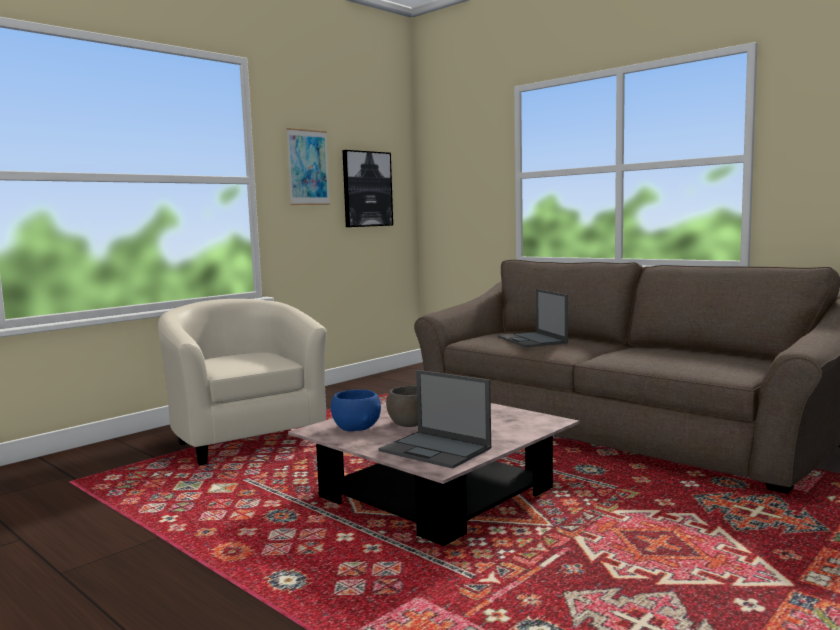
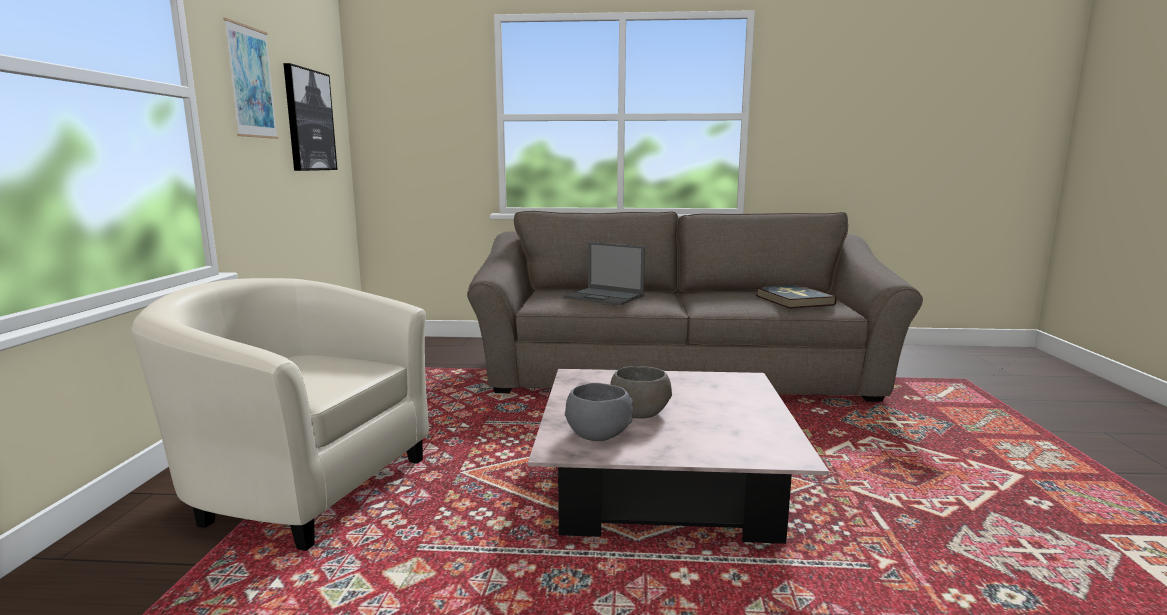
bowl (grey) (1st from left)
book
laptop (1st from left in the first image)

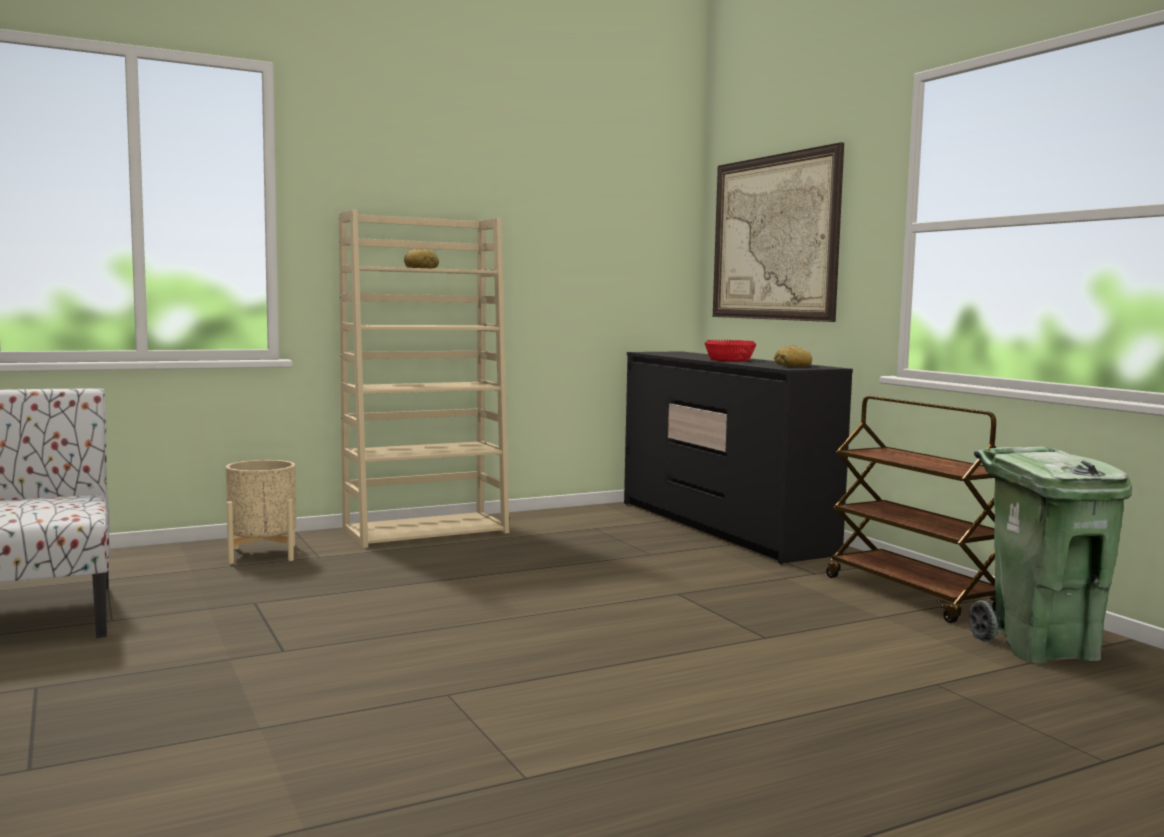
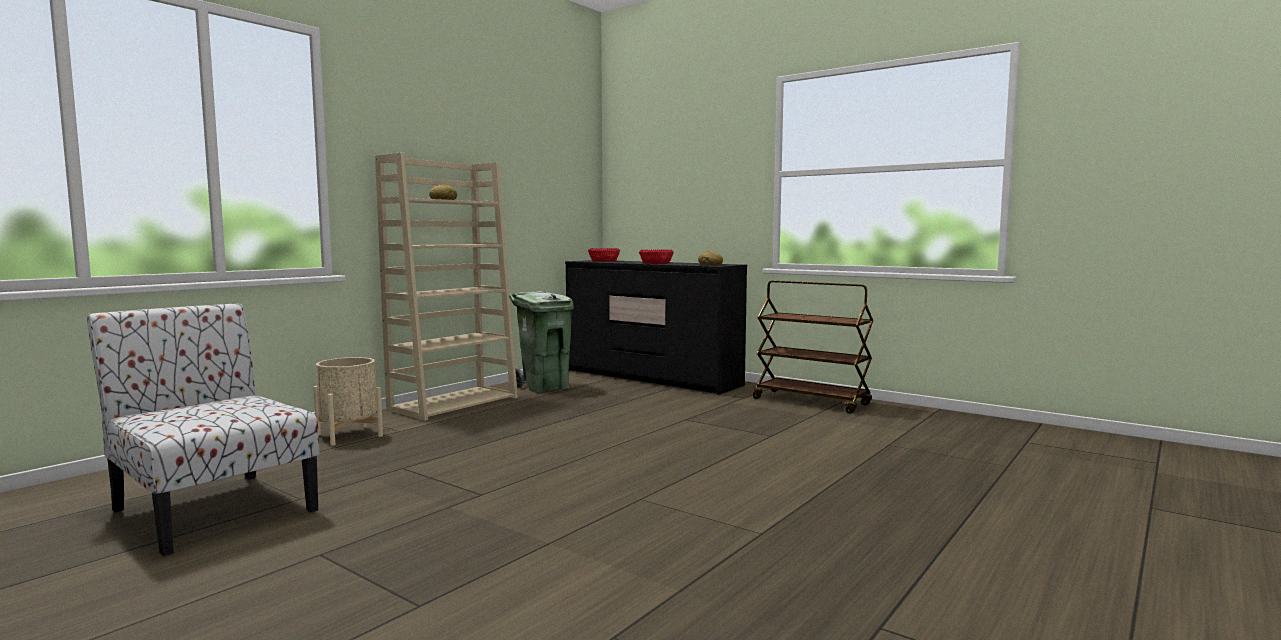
trash can (green)
bowl (red) (1st from left)
picture

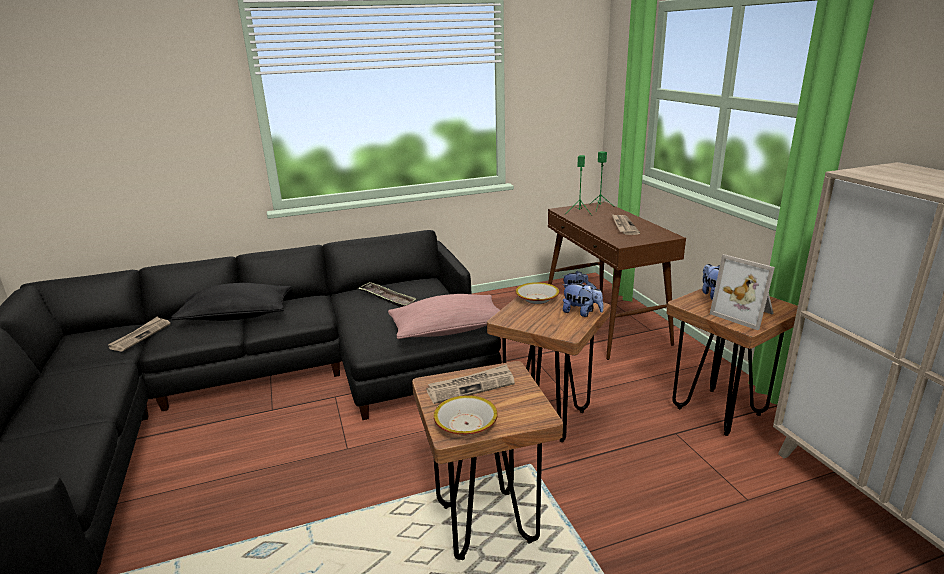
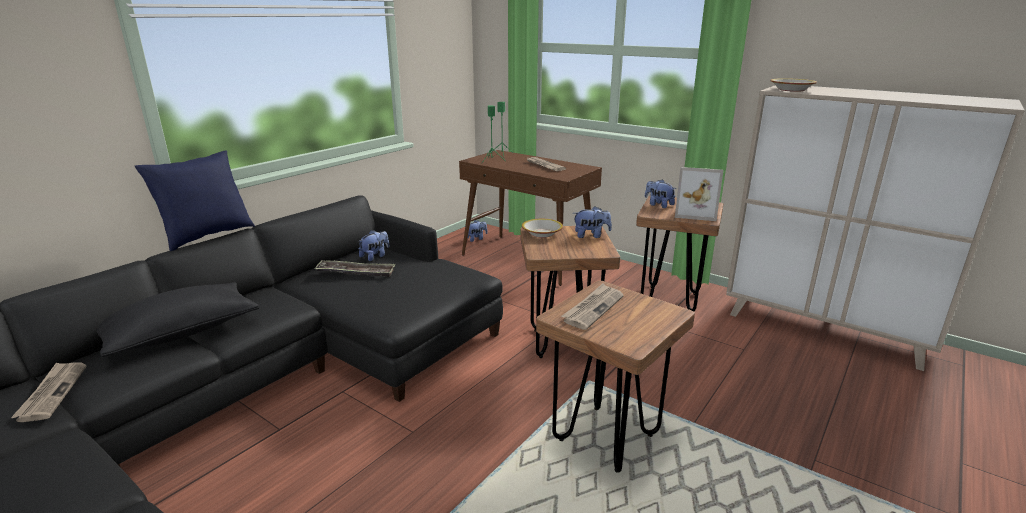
pillow (blue)
plush toy (1st from left)
bowl (2nd from left)
pillow (pink)

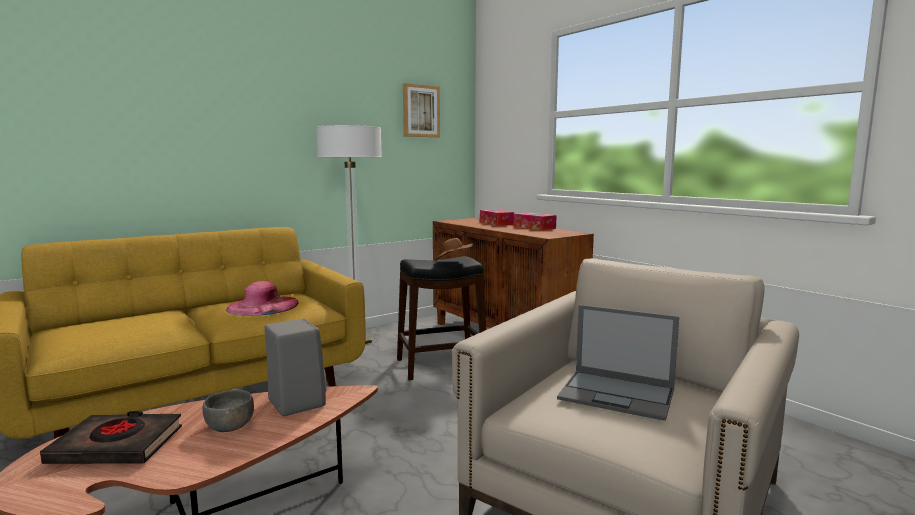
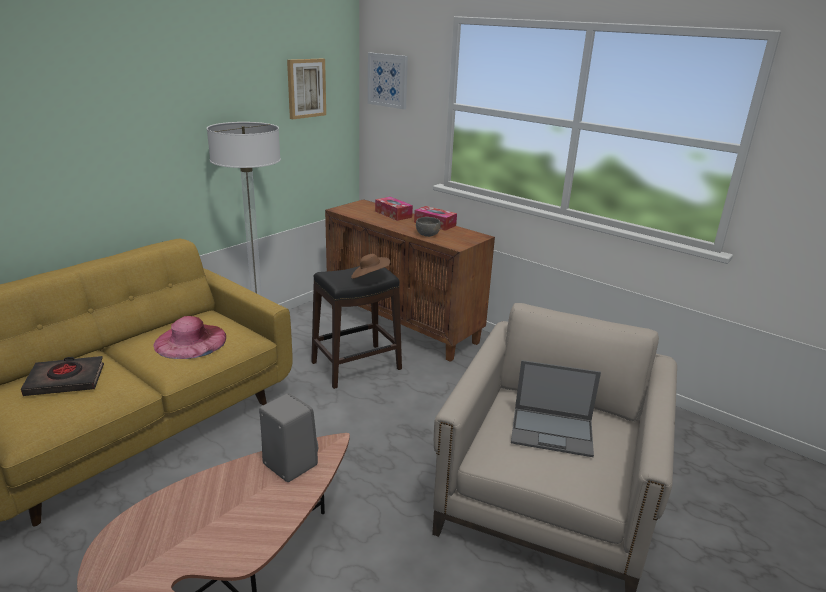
book (black)
picture (2nd from left)
bowl (grey)

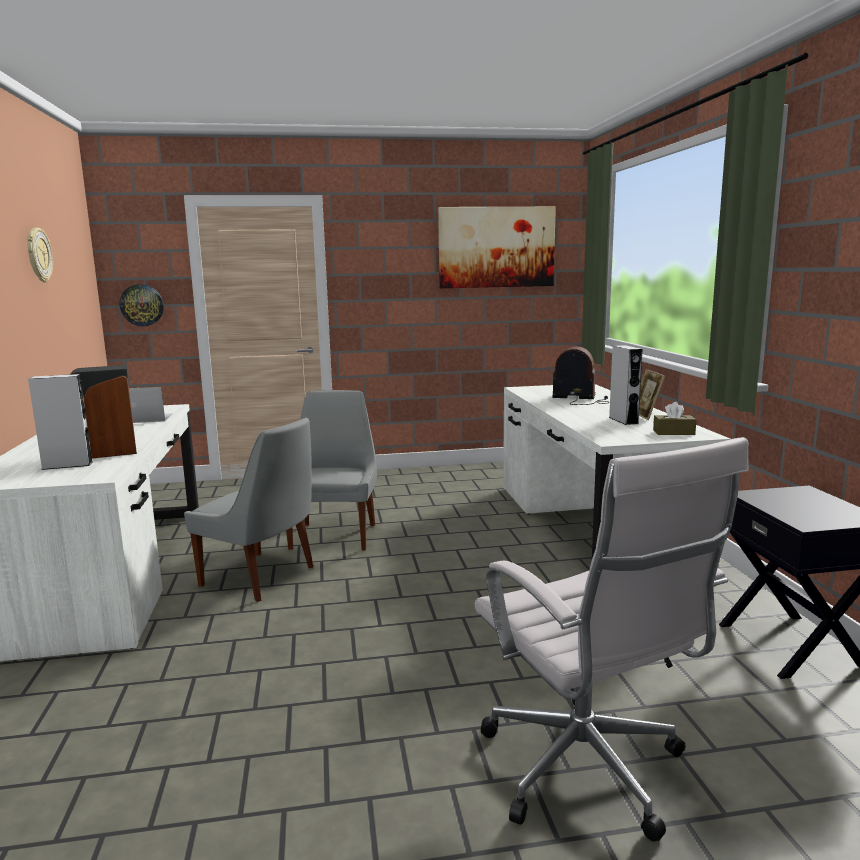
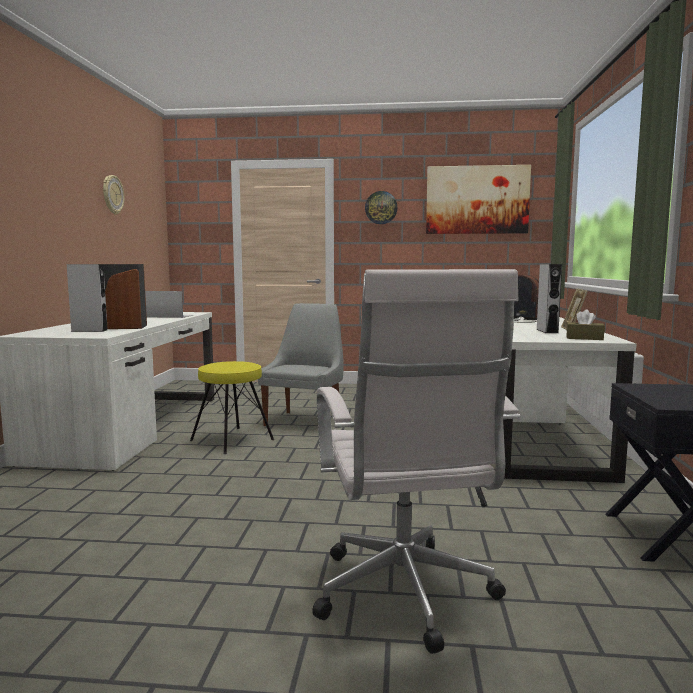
stool (yellow)
wall clock (2nd from left)

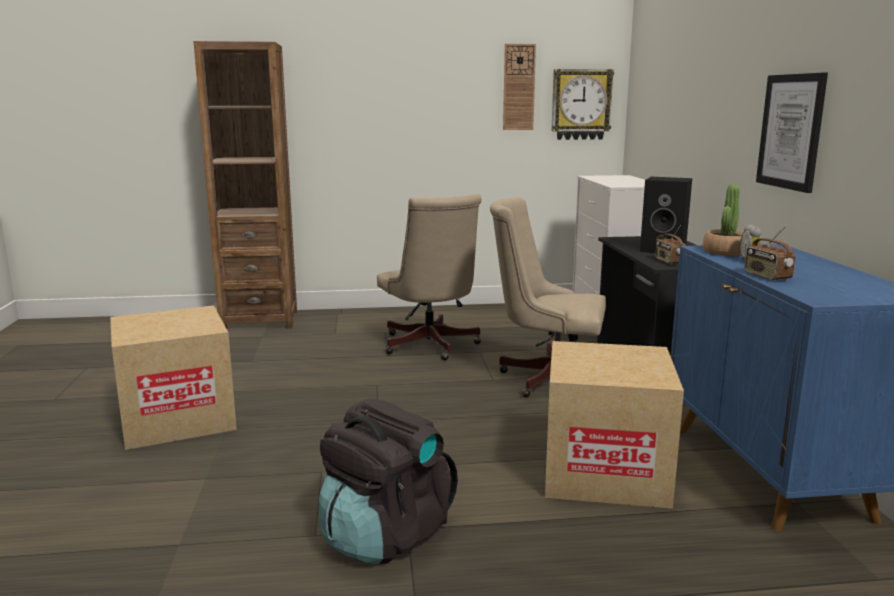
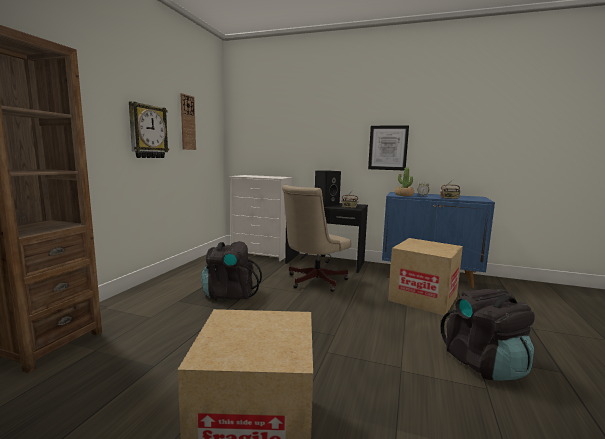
wall clock (1st from left)
backpack (black) (1st from left)

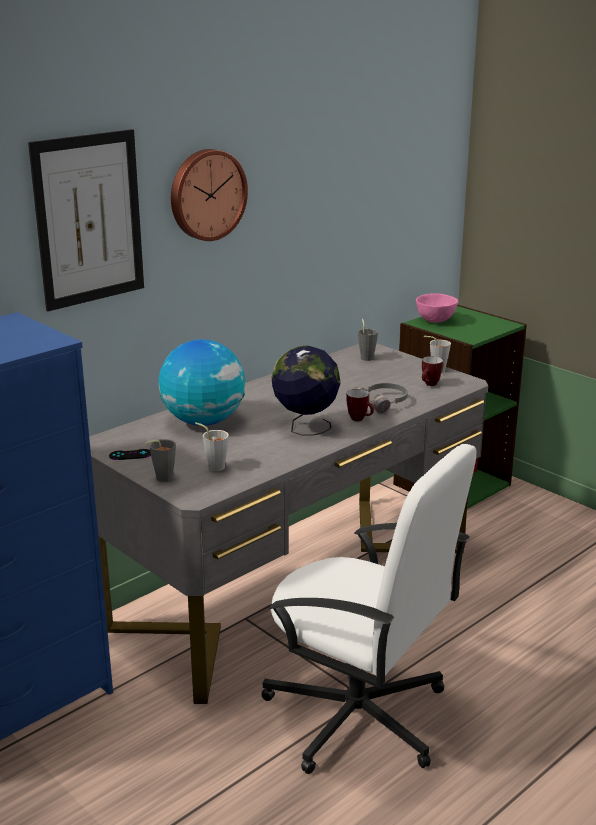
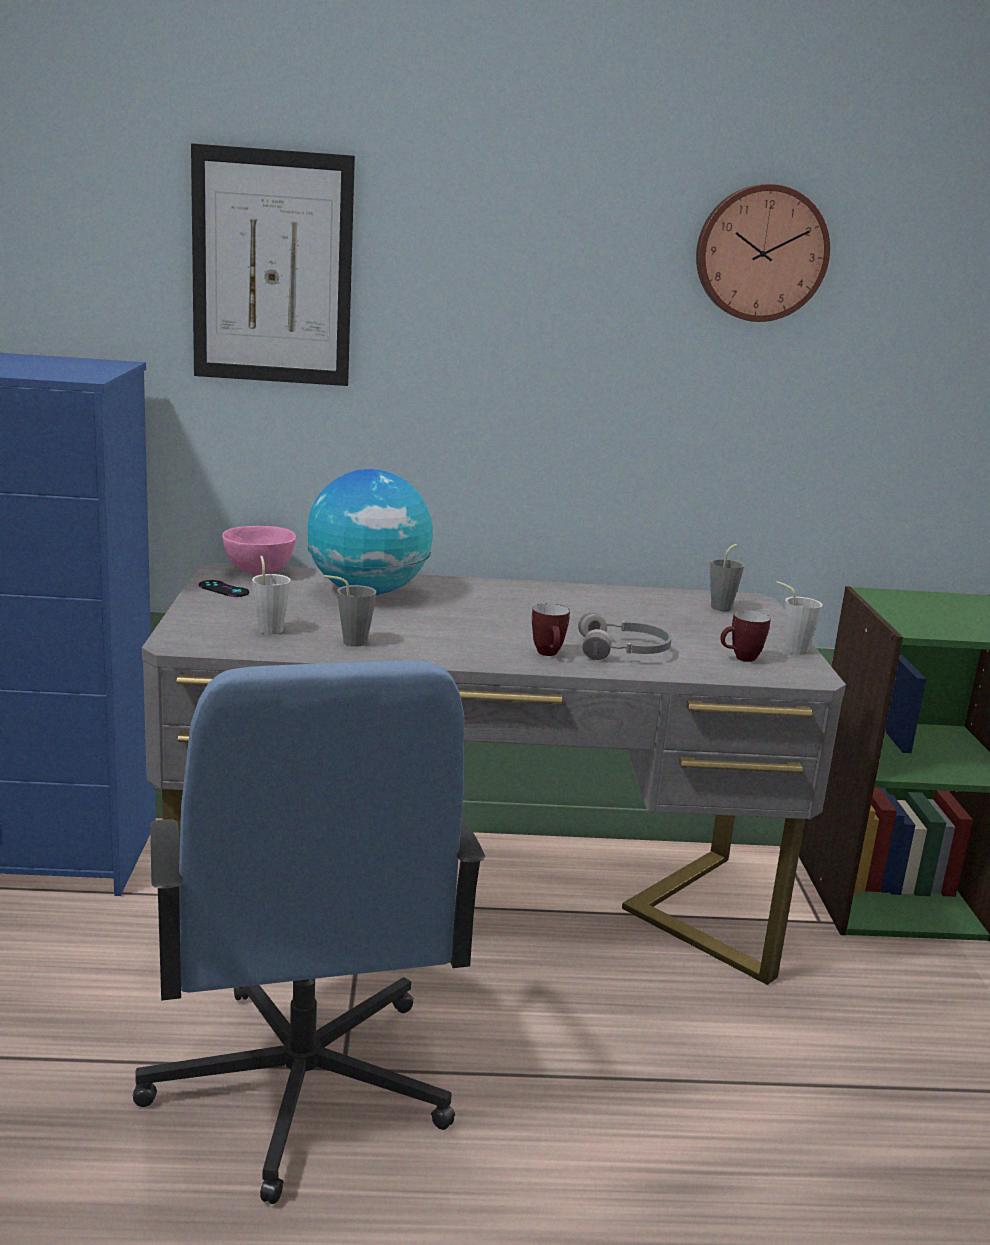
office chair (blue)
bowl (pink)
cup (grey) (2nd from left)
wall clock
globe (2nd from left in the first image)

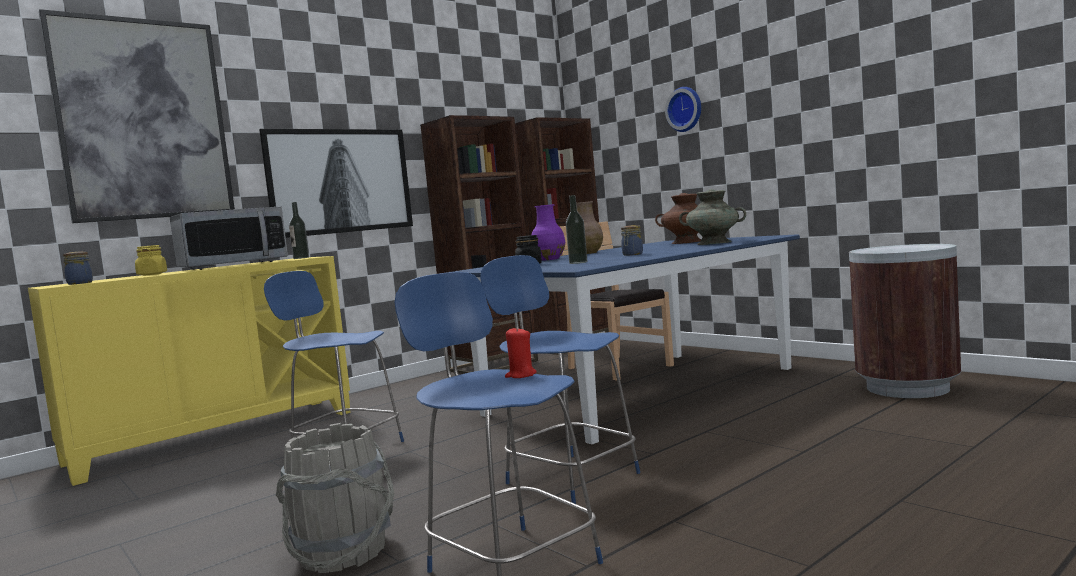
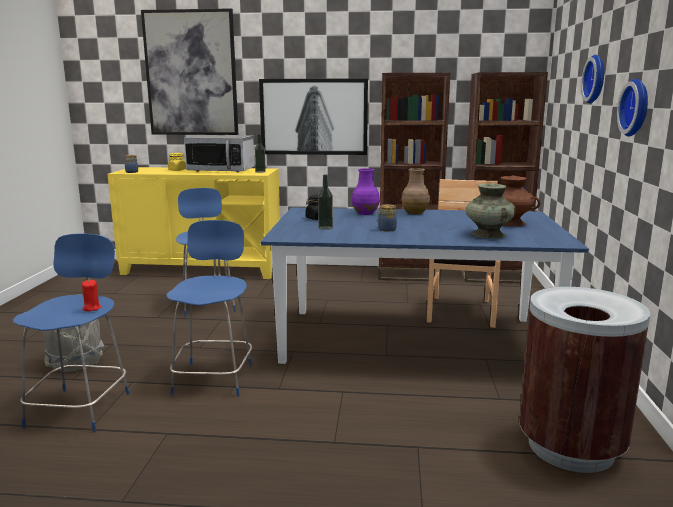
wall clock (2nd from left)

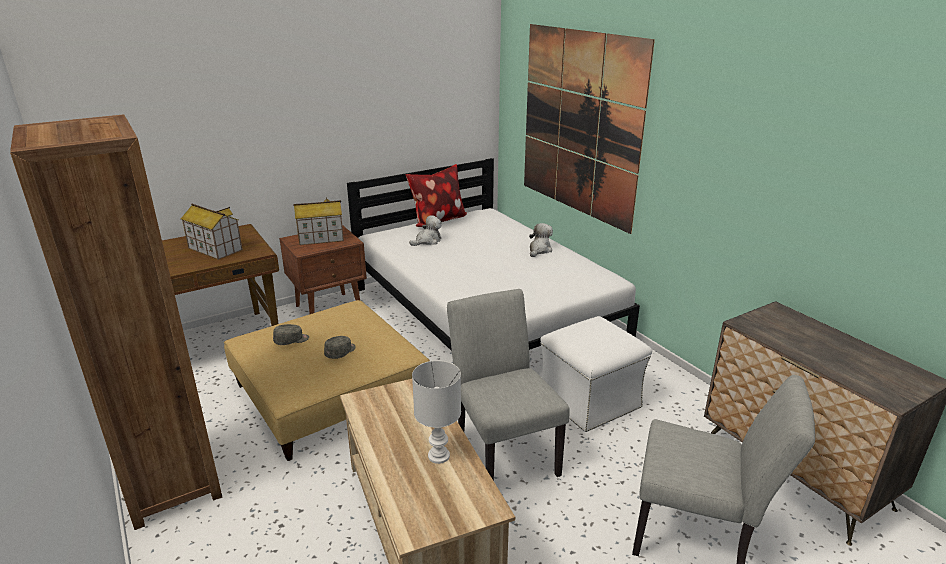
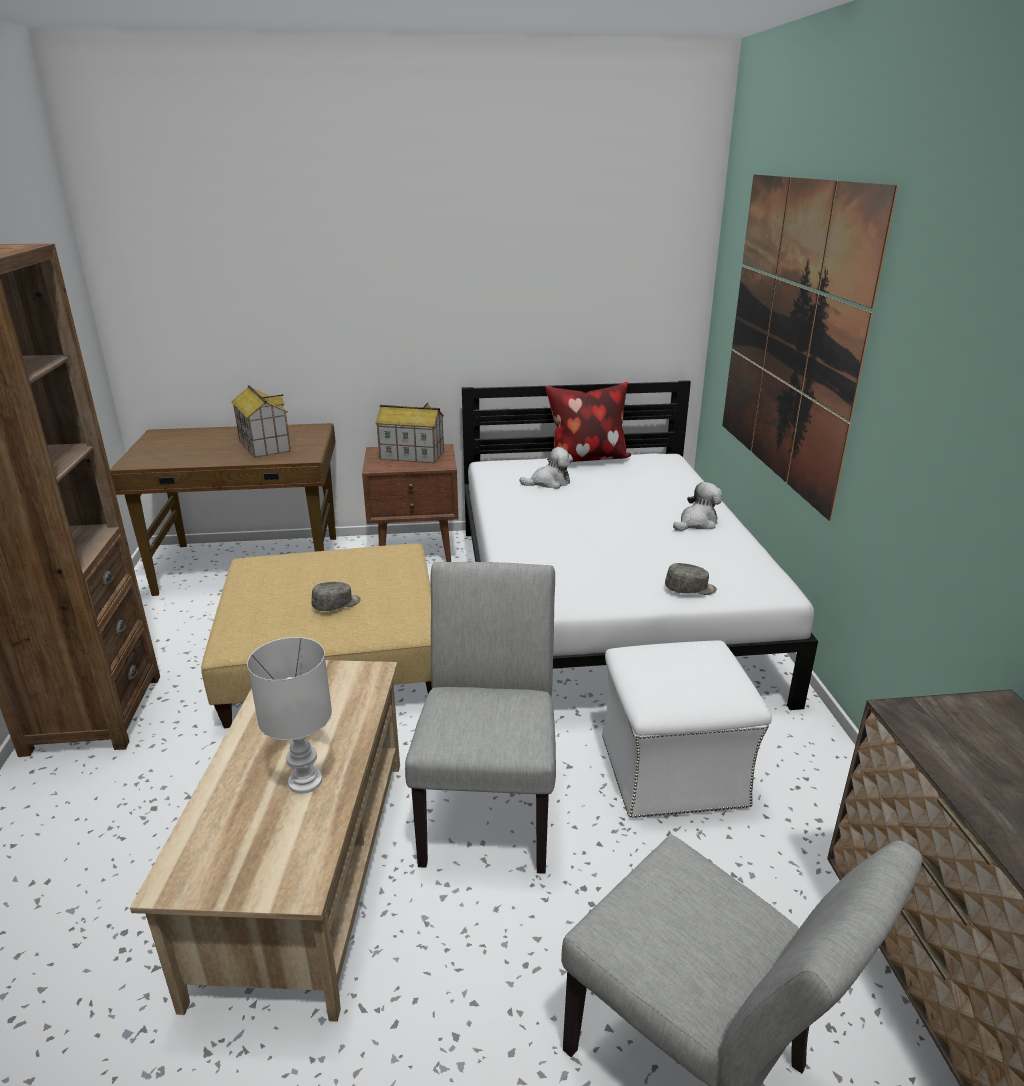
cap (grey) (2nd from left)

